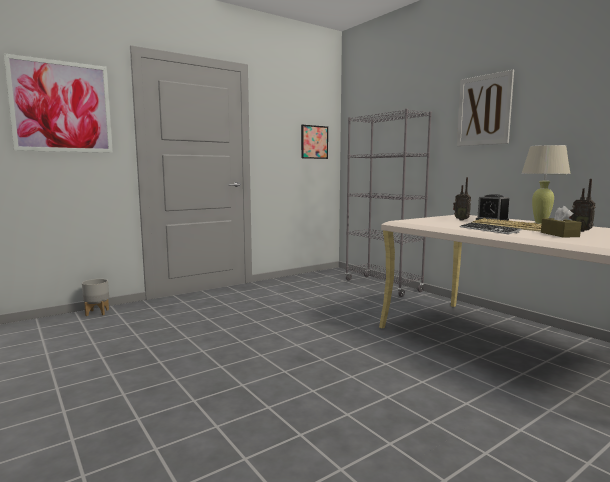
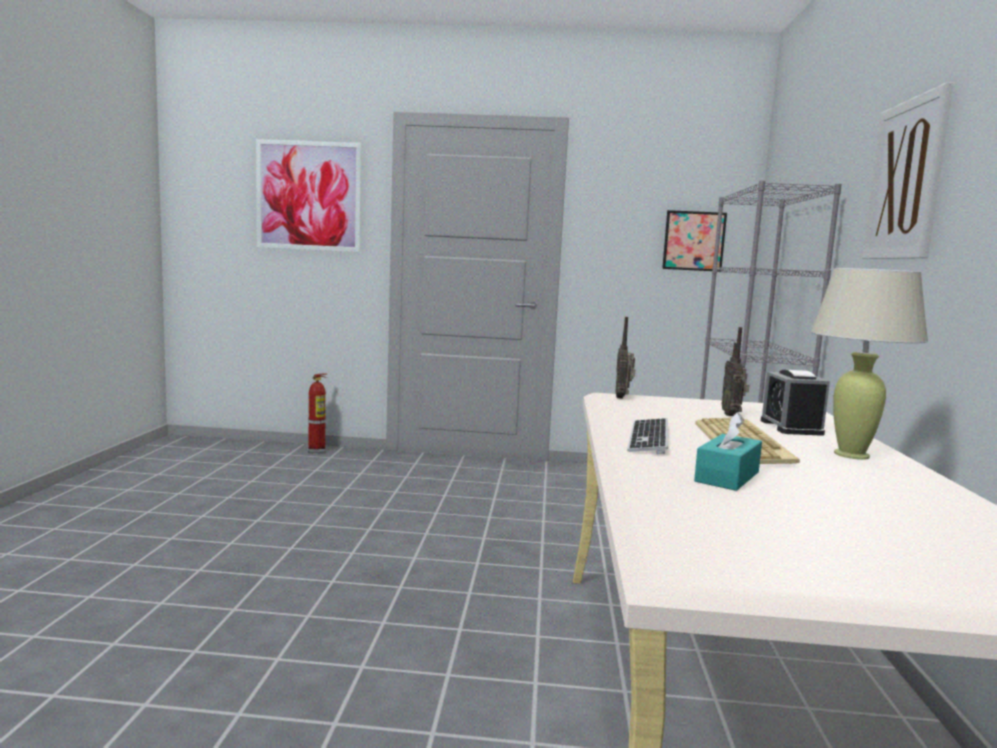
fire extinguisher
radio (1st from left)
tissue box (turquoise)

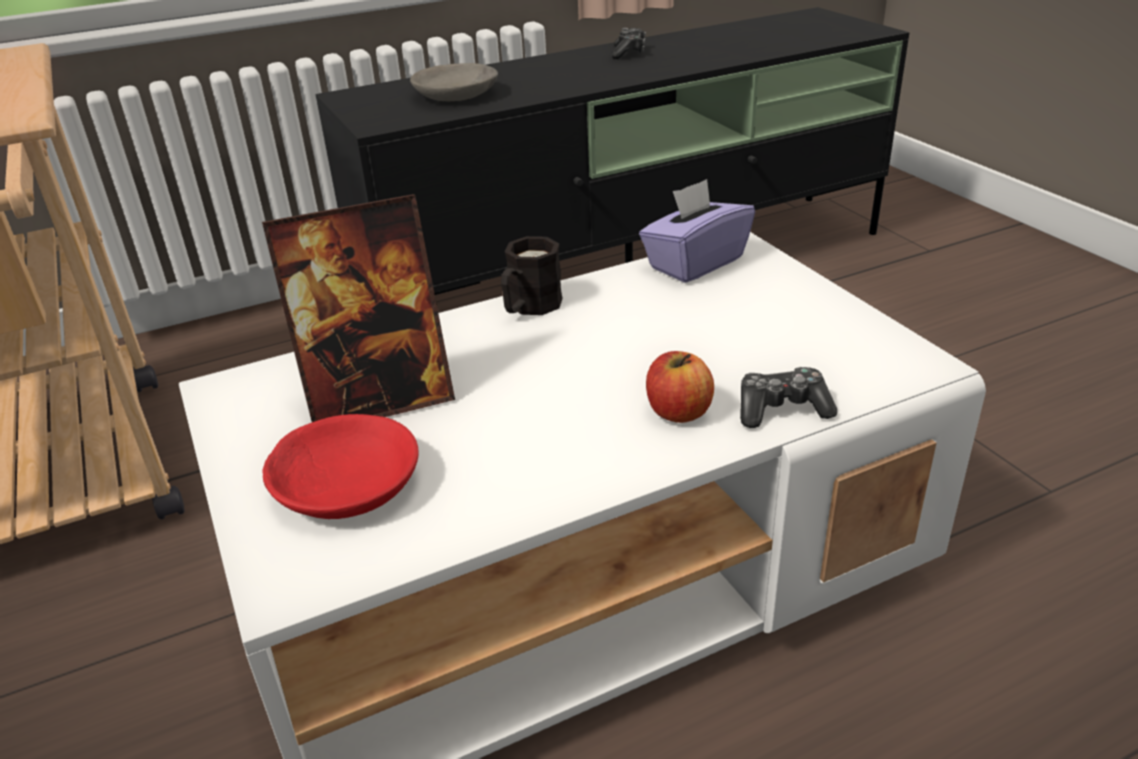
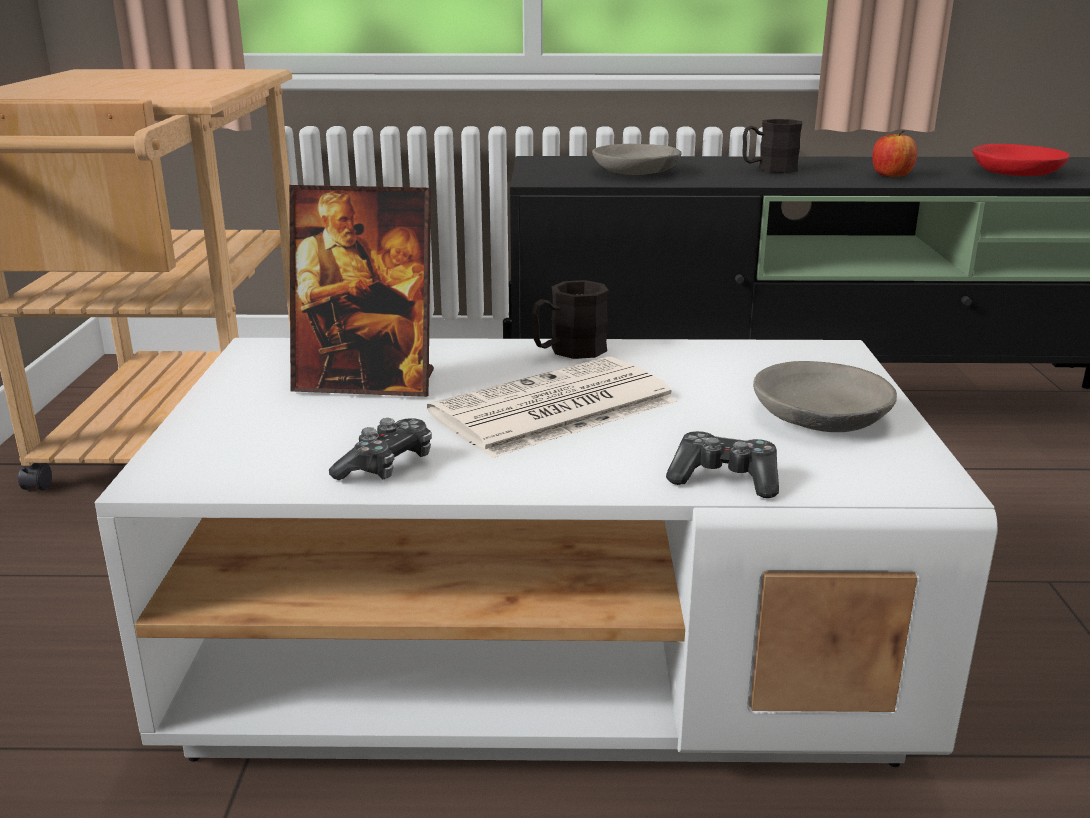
game controller (1st from left)
newspaper
mug (black) (2nd from left)
bowl (grey) (2nd from left)
apple
bowl (red)
tissue box (purple)

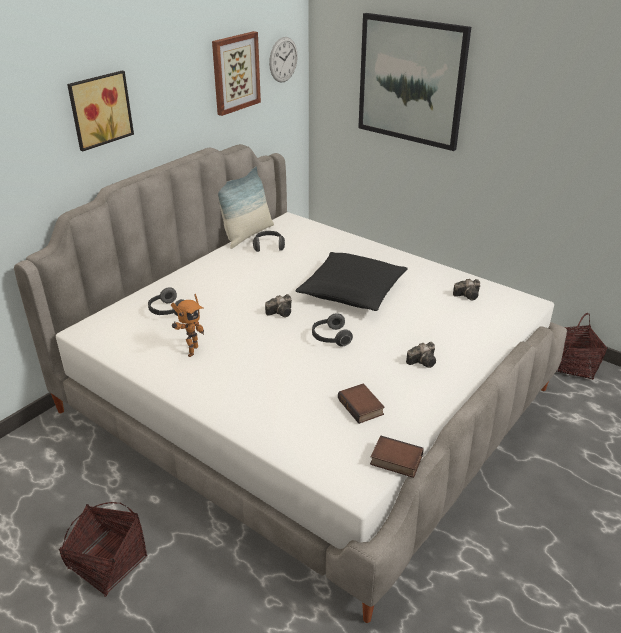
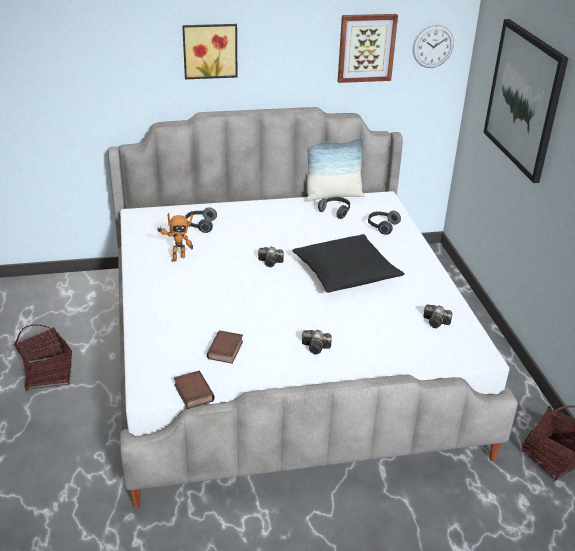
headphones (3rd from left)

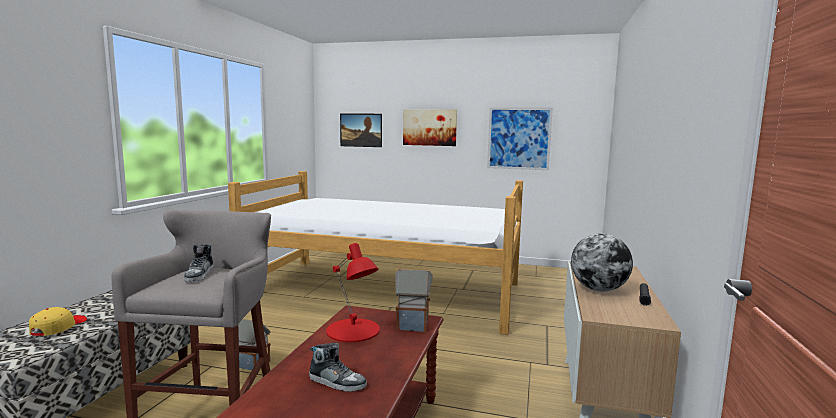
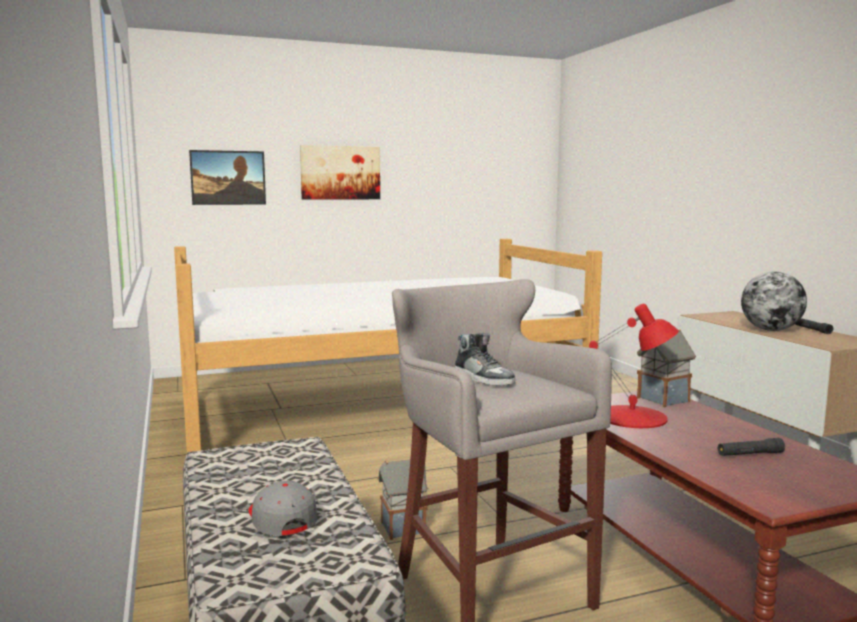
cap (grey)
flashlight (black) (1st from left)
picture (3rd from left in the first image)

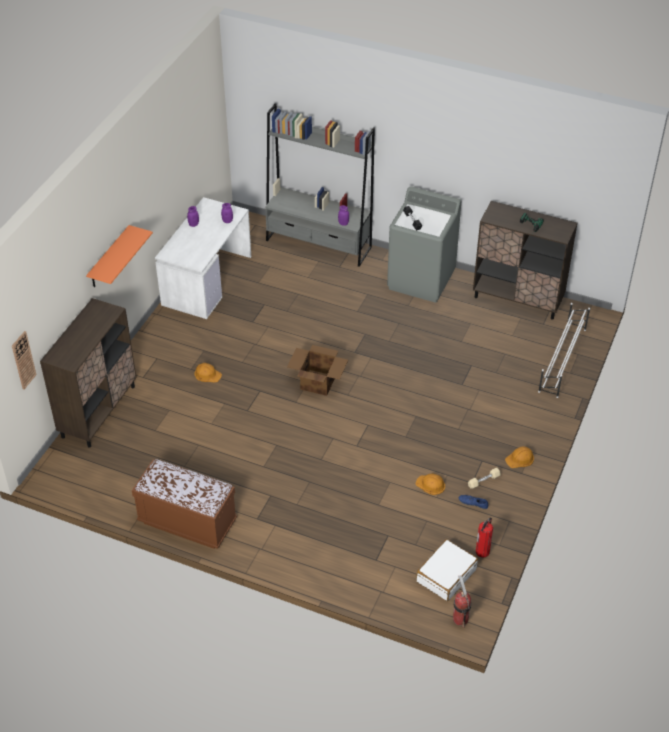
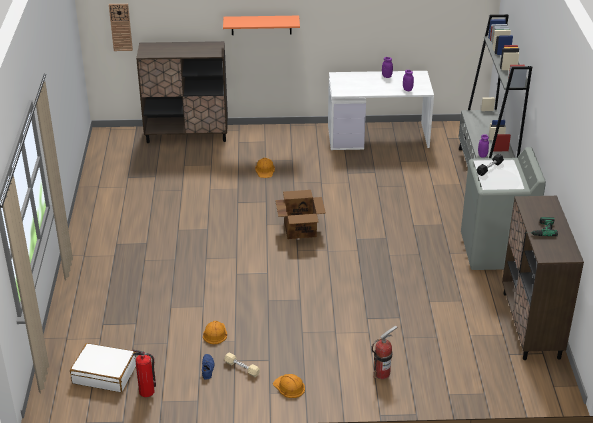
fire extinguisher (2nd from left)
bench (brown)
shoe rack (white)

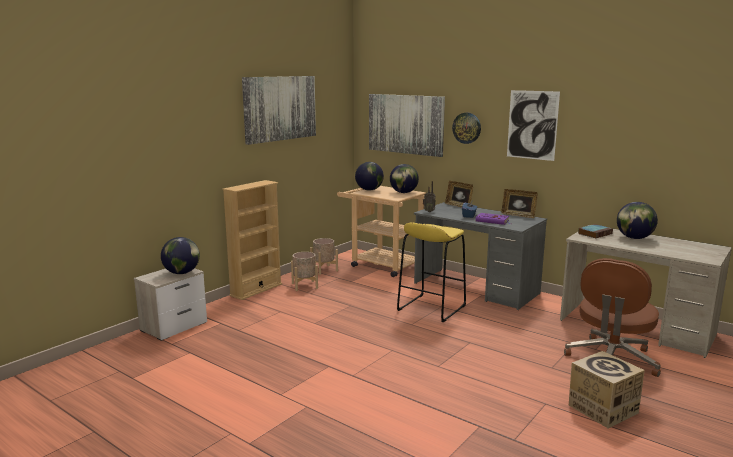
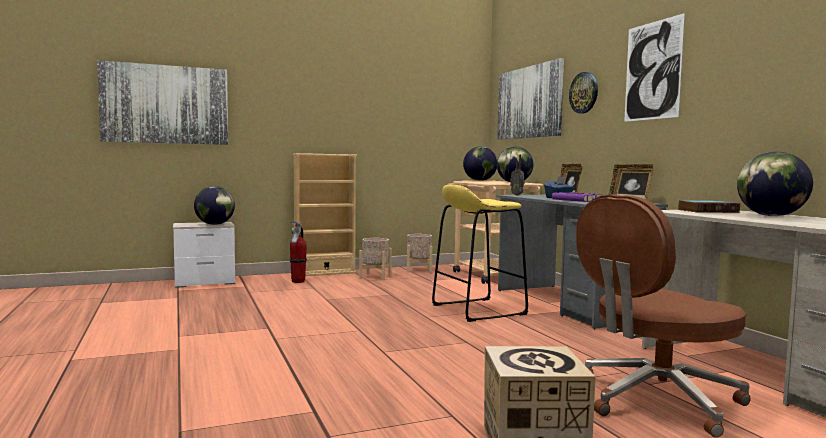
picture (1st from left)
fire extinguisher

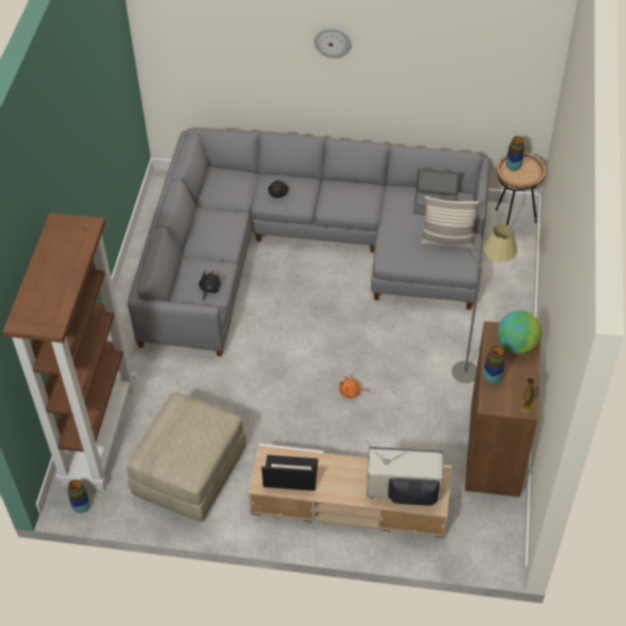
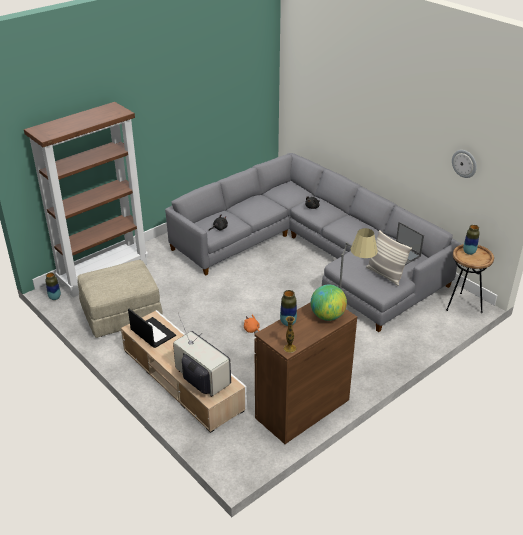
wall clock

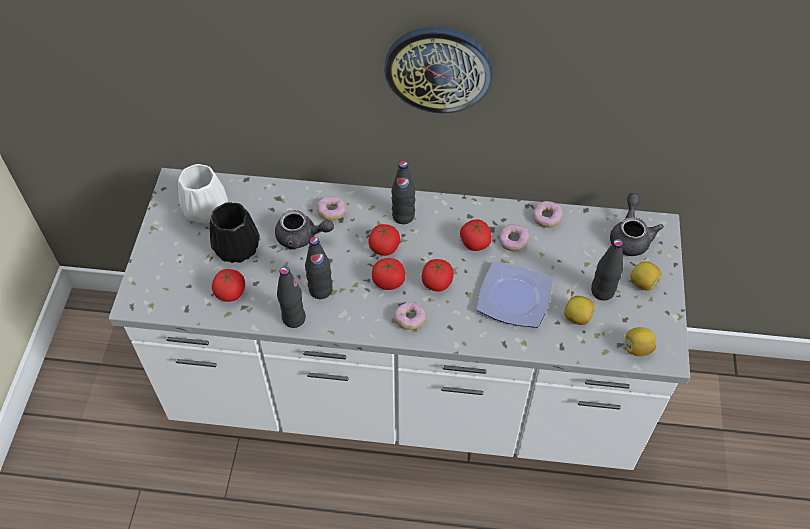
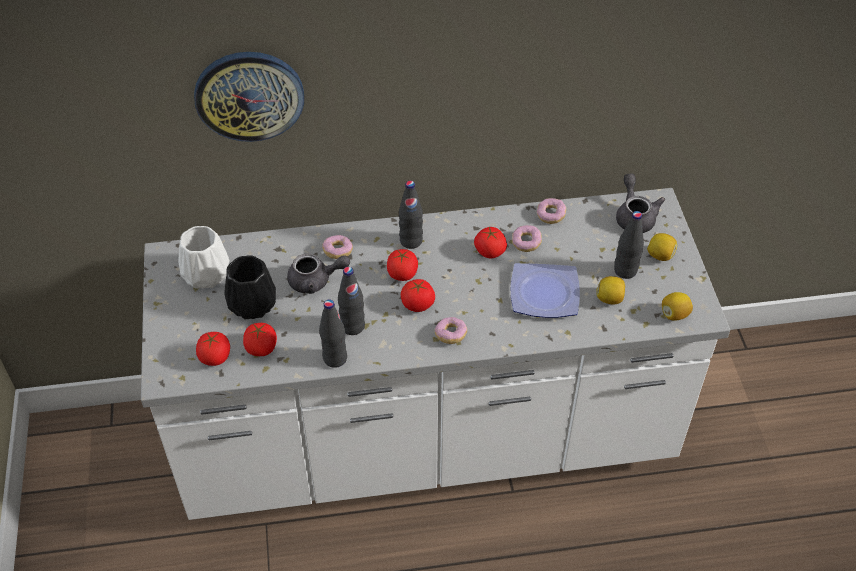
wall clock
tomato (1st from left)

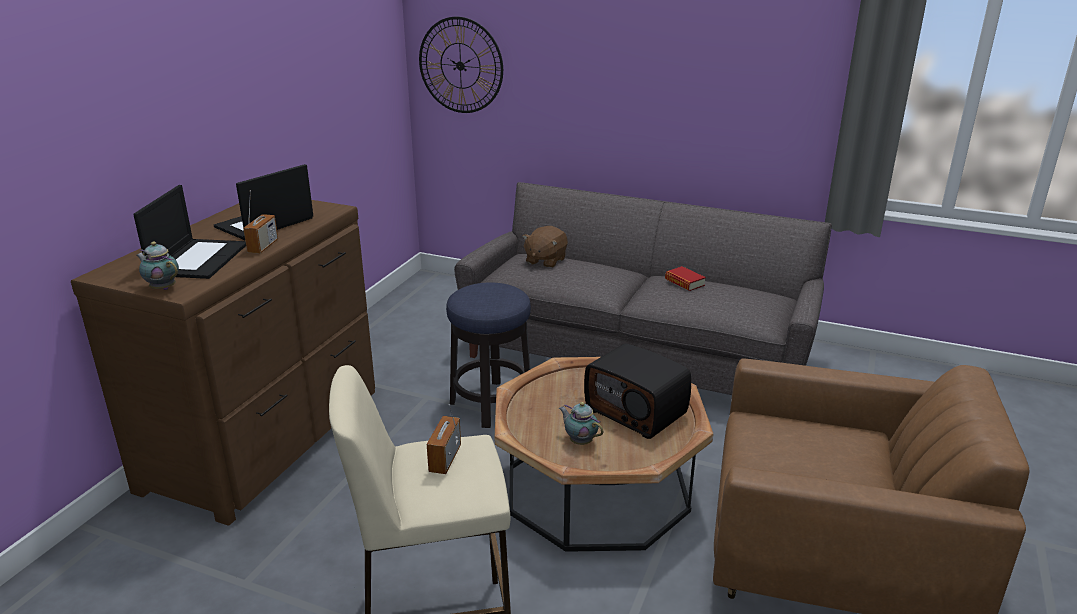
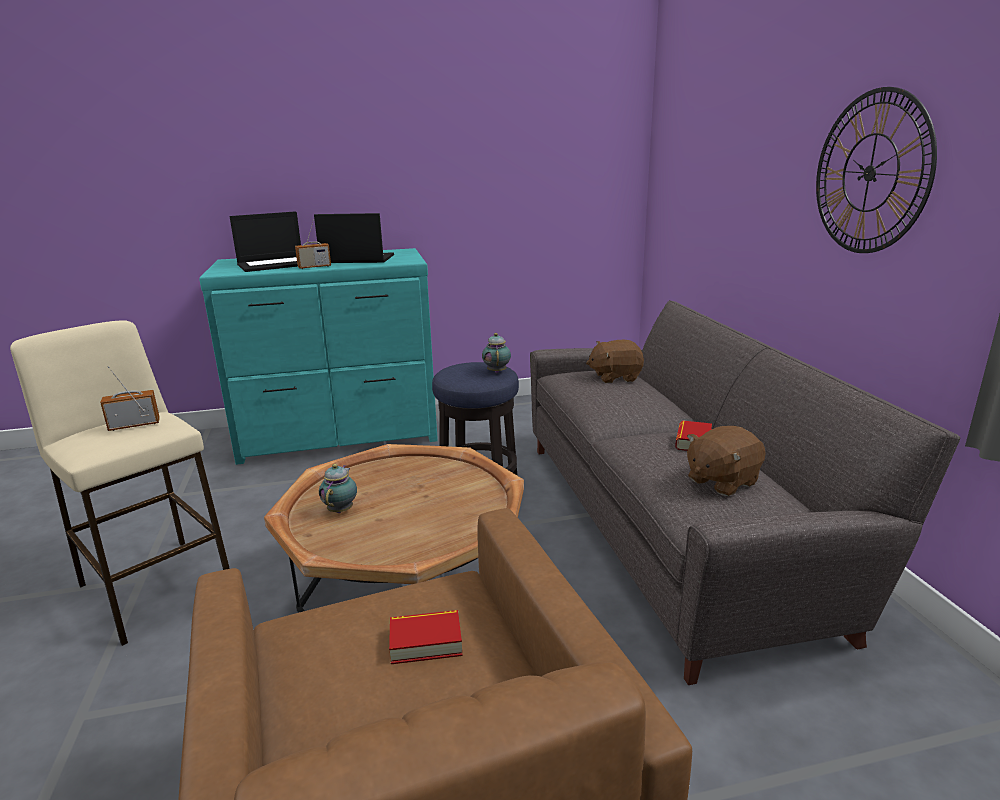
dresser (turquoise)
book (1st from left)
teapot (2nd from left)
plush toy (brown) (2nd from left)
wall clock
radio (3rd from left in the first image)

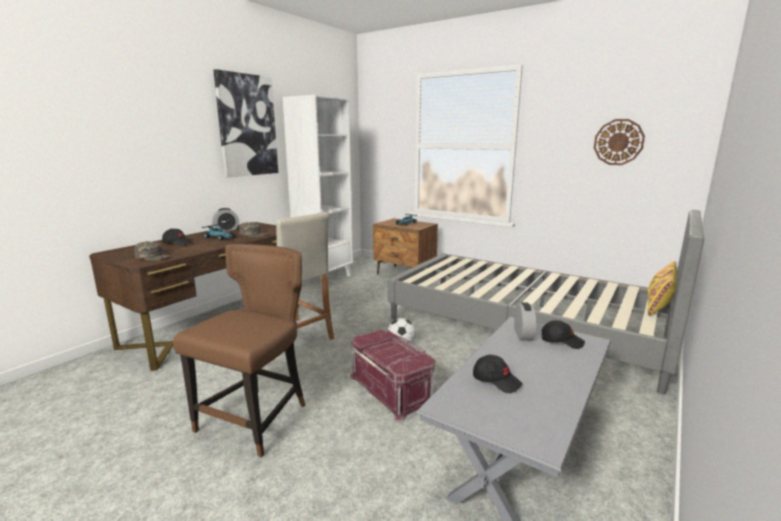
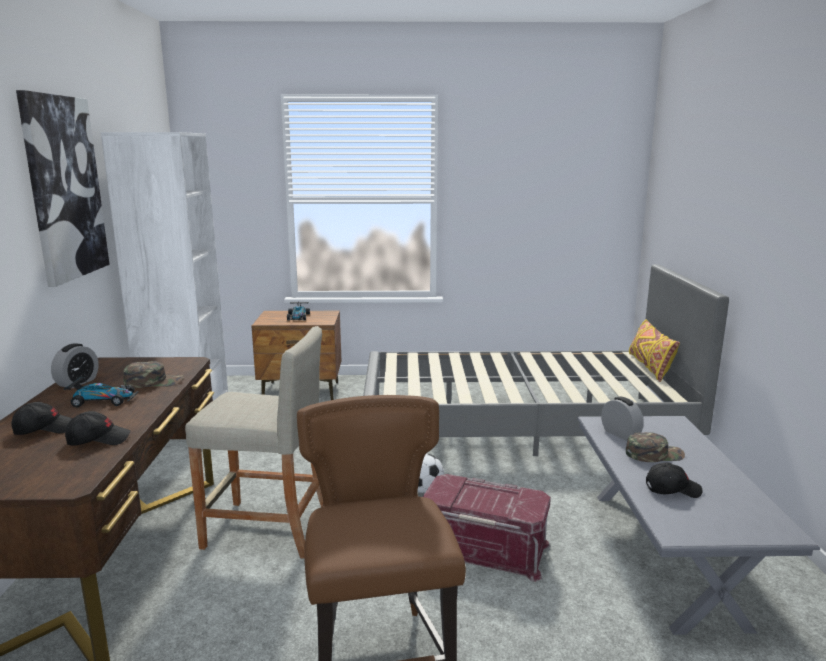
cap (black) (2nd from left)
cap (green) (2nd from left)
wall clock

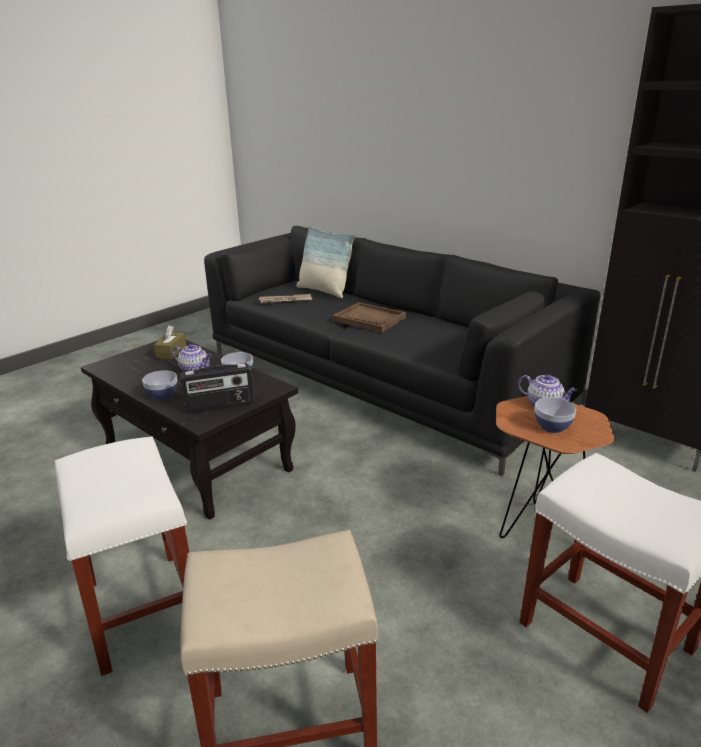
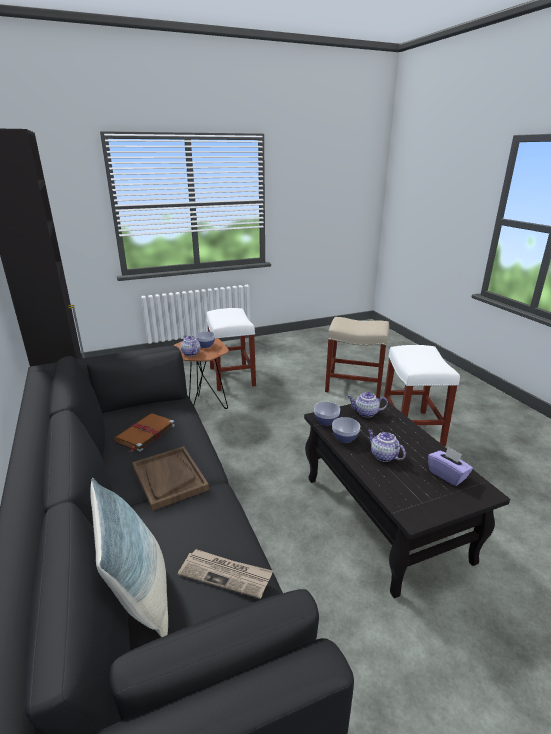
book (brown)
bowl (2nd from left)
teapot (2nd from left)
tissue box (purple)
tissue box (brown)

